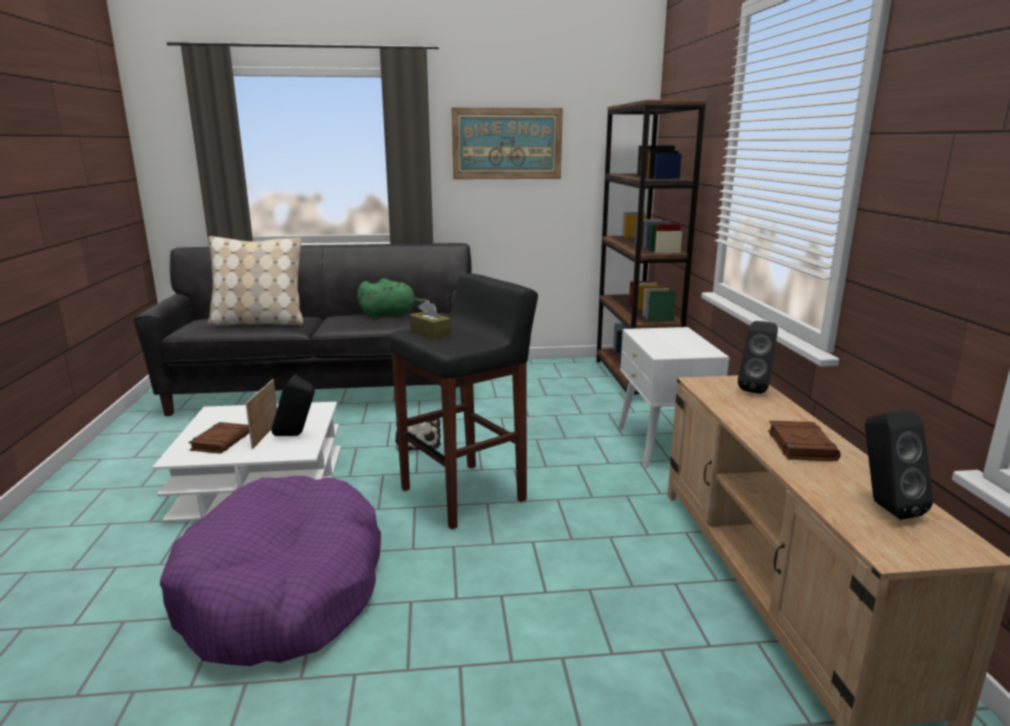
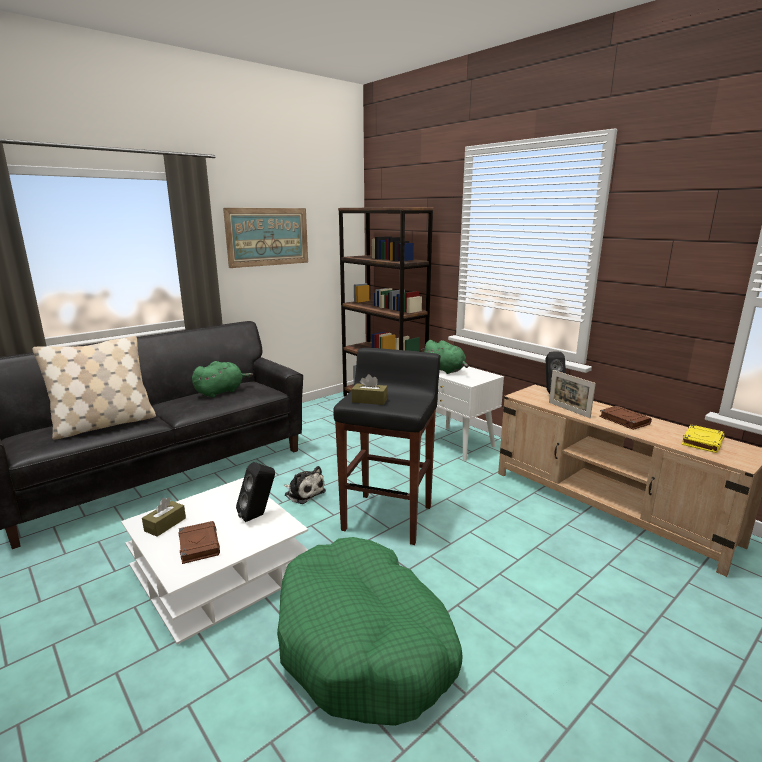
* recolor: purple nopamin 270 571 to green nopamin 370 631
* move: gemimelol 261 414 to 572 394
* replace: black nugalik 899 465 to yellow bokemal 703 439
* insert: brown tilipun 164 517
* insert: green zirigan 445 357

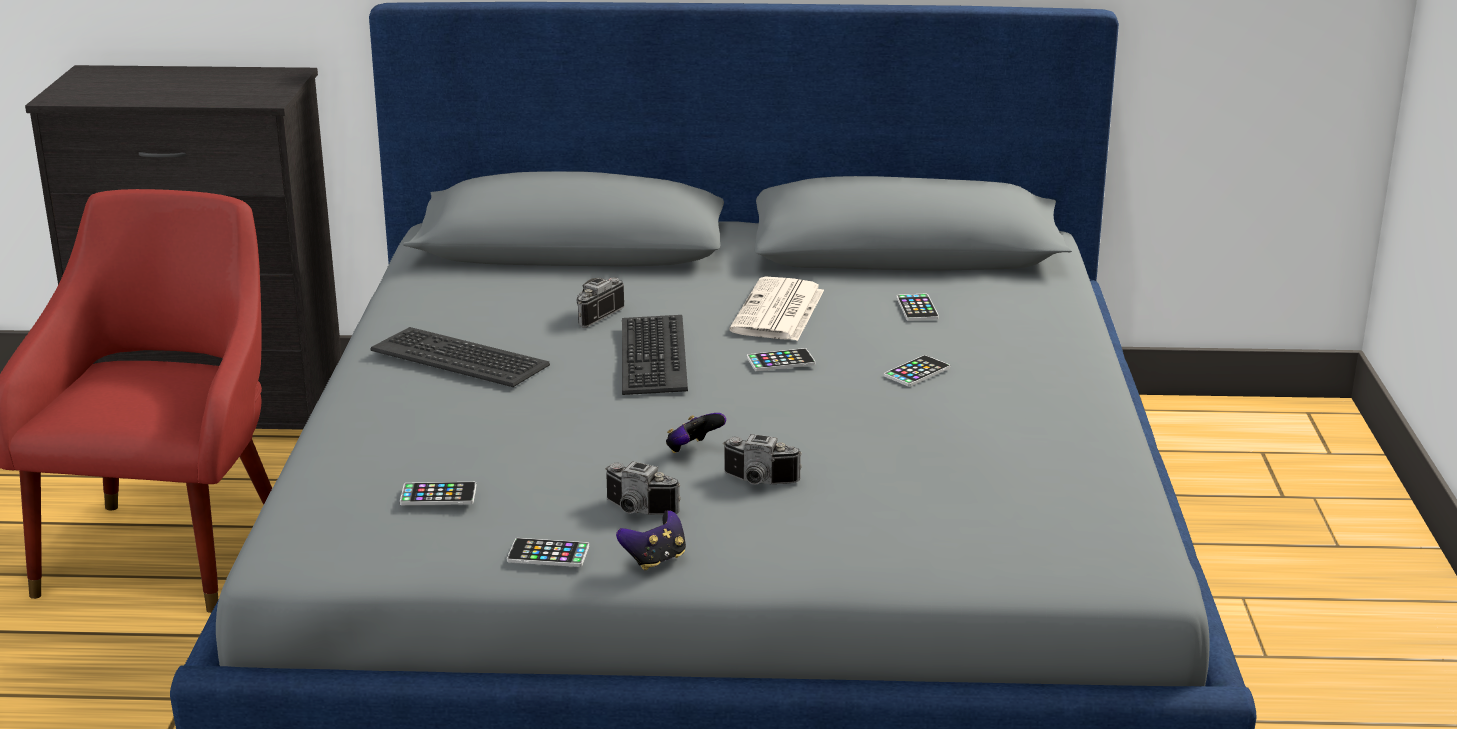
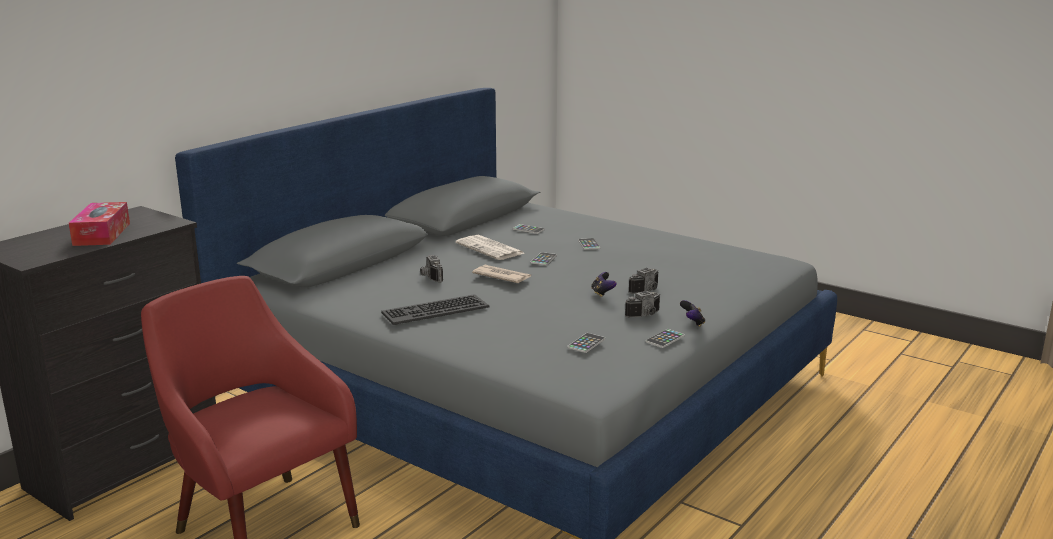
* replace: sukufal 655 355 to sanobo 501 274
* insert: tilipun 99 224

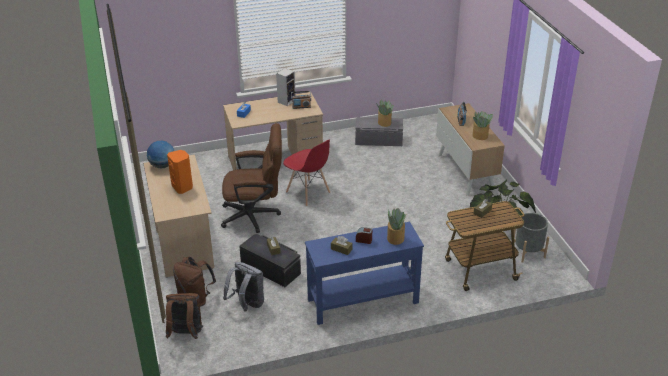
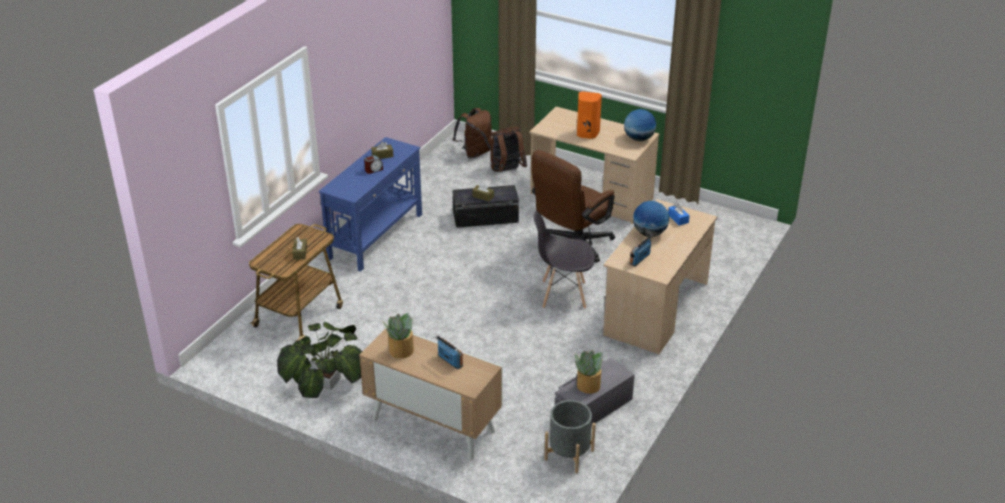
* delete: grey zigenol 243 286
* delete: nugalik 286 87
* recolor: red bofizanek 306 173 to grey bofizanek 564 260
* delete: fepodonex 397 226
* move: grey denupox 531 238 to 570 437
* insert: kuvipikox 651 219

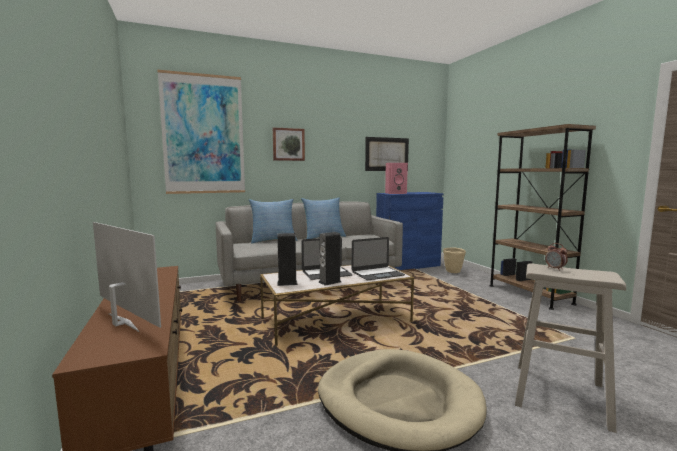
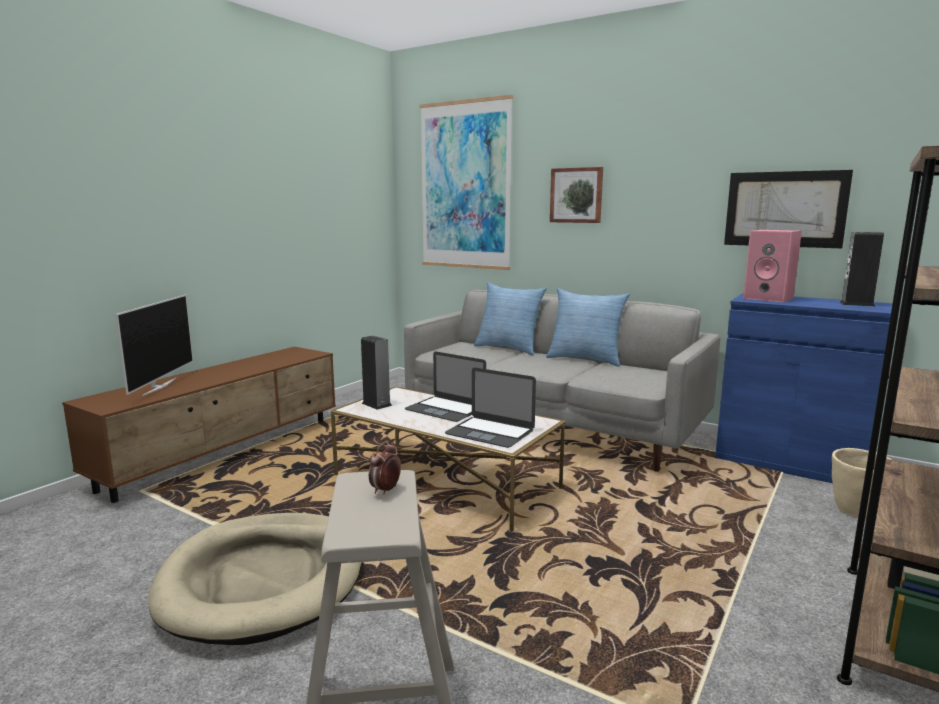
* move: nugalik 330 259 to 862 269

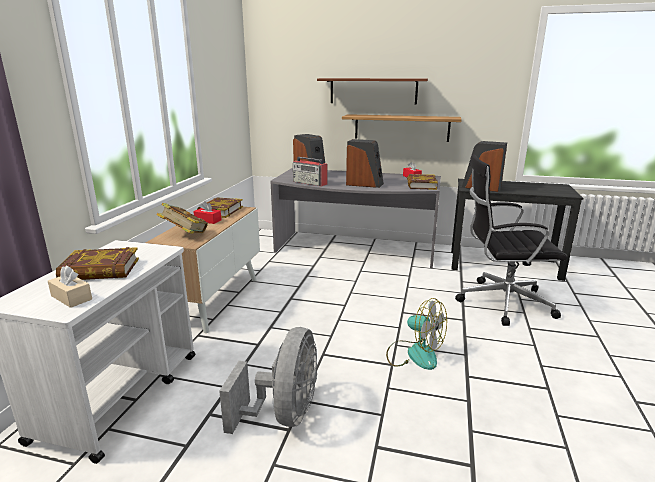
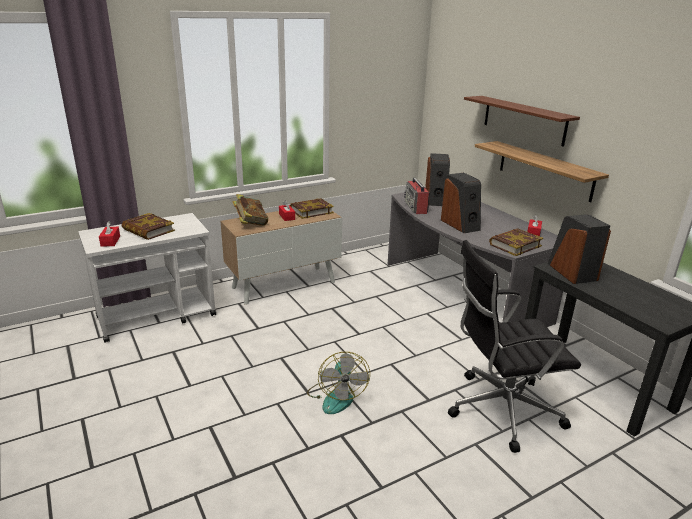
* recolor: beige tilipun 70 287 to red tilipun 109 234
* delete: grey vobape 268 380
* rotate: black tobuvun 511 240 = 514 346 60 degrees counterclockwise

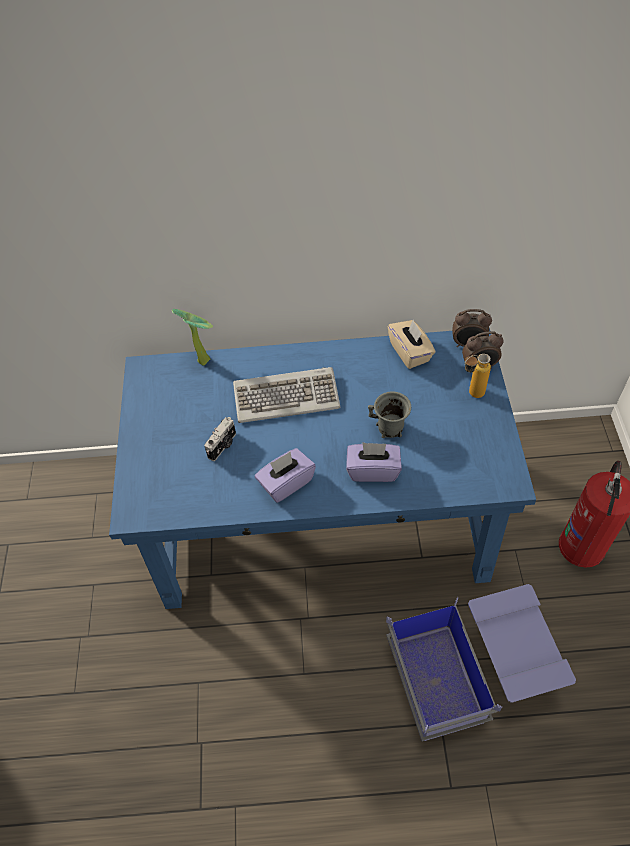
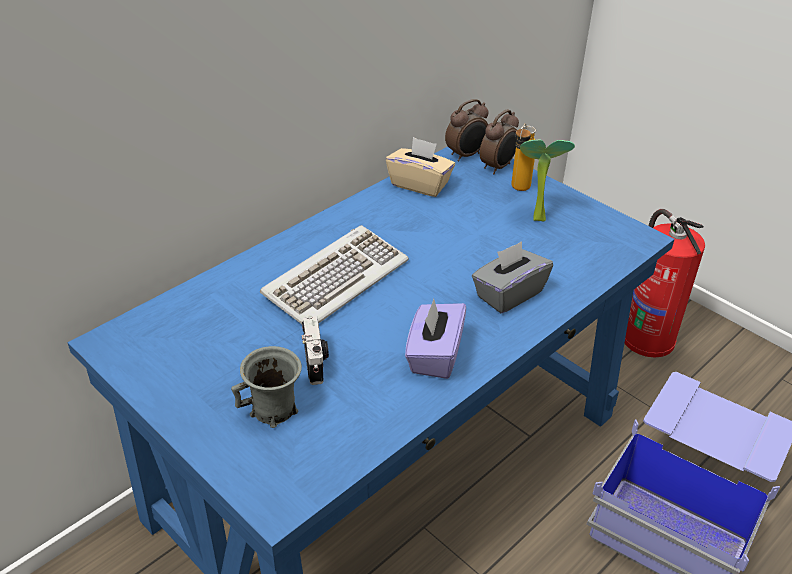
* move: fepodonex 192 337 to 547 180
* recolor: purple tilipun 374 462 to grey tilipun 512 277
* move: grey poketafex 389 414 to 266 387

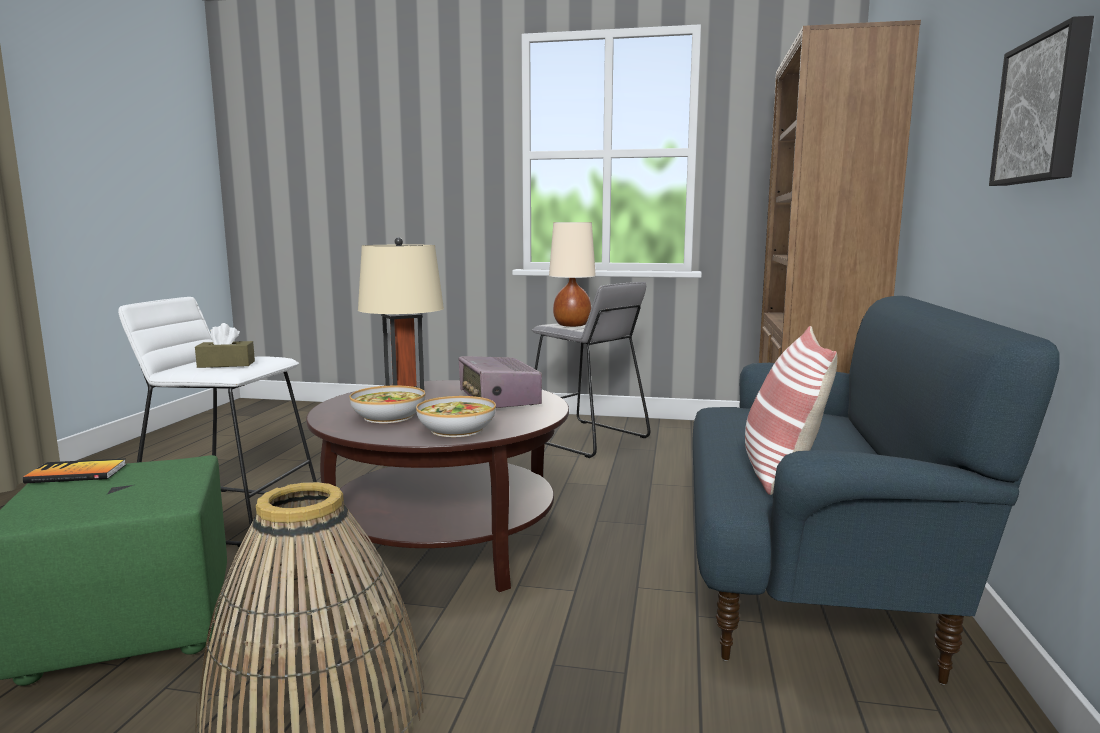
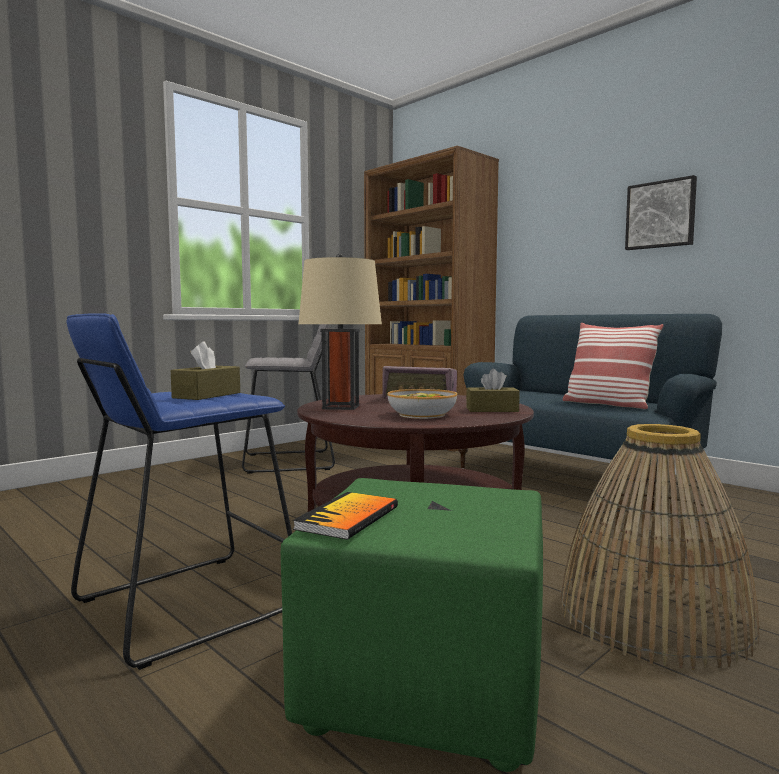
* recolor: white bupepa 217 422 to blue bupepa 179 491
* replace: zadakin 456 416 to brown tilipun 493 390
* delete: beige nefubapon 572 274

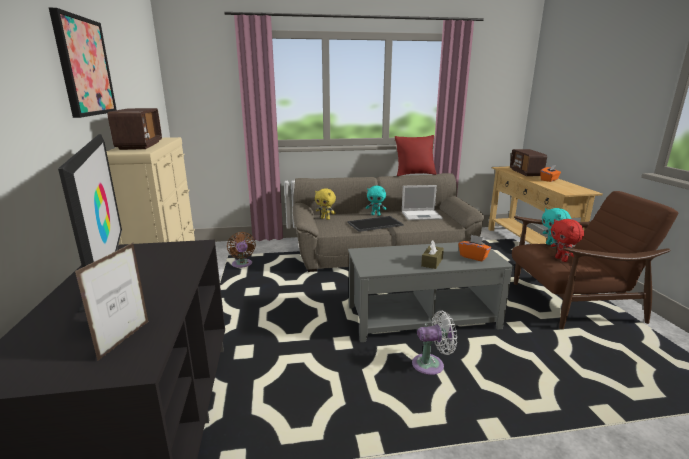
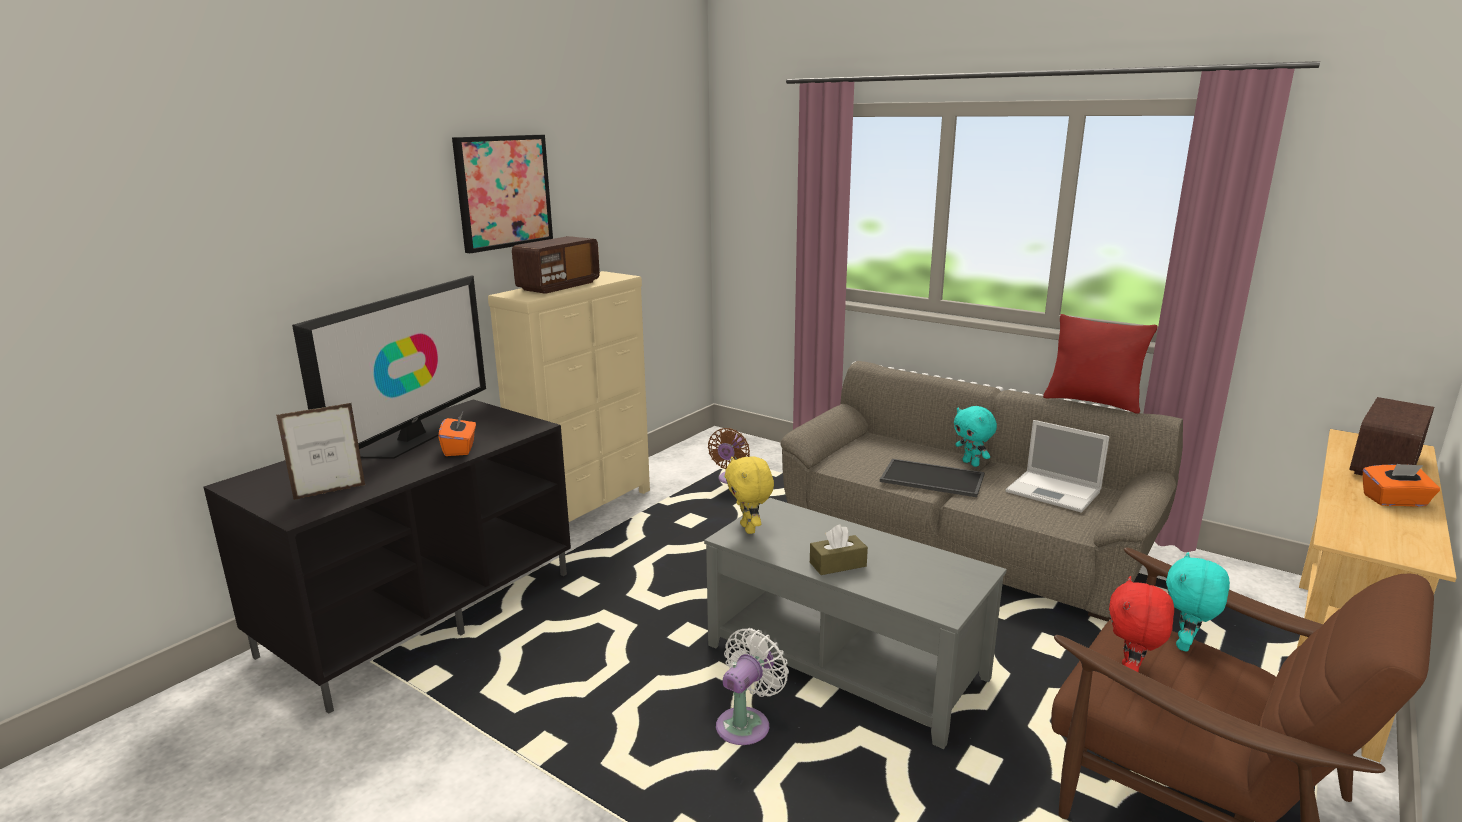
* move: yellow zirigan 325 204 to 749 495
* rotate: white vobape 434 343 = 752 686 90 degrees counterclockwise
* move: orange tilipun 475 247 to 457 434

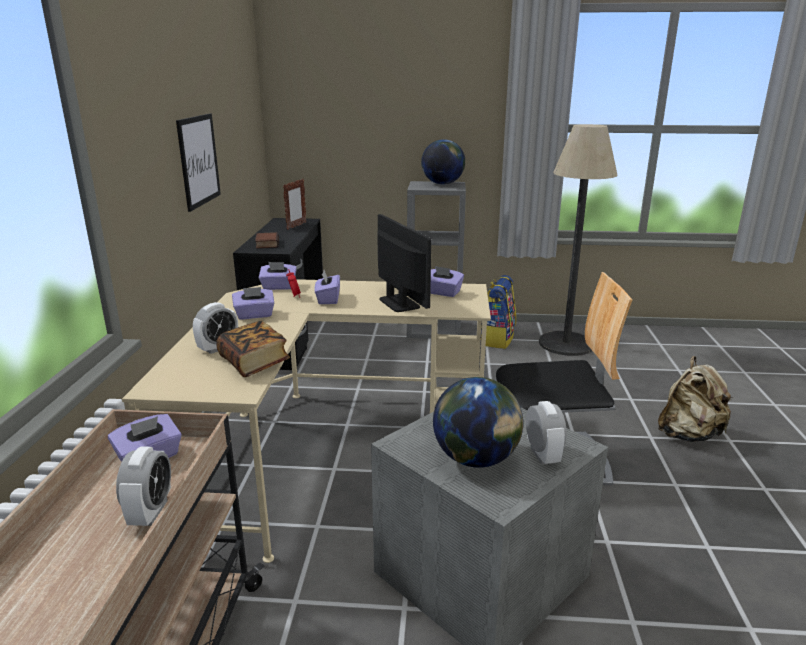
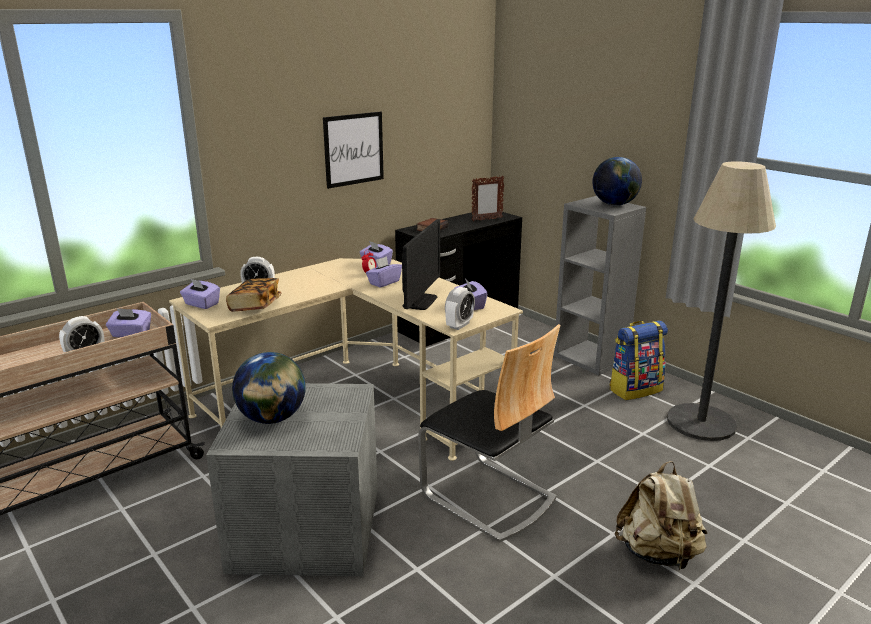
* move: purple tilipun 253 303 to 200 293
* move: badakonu 546 433 to 460 308

